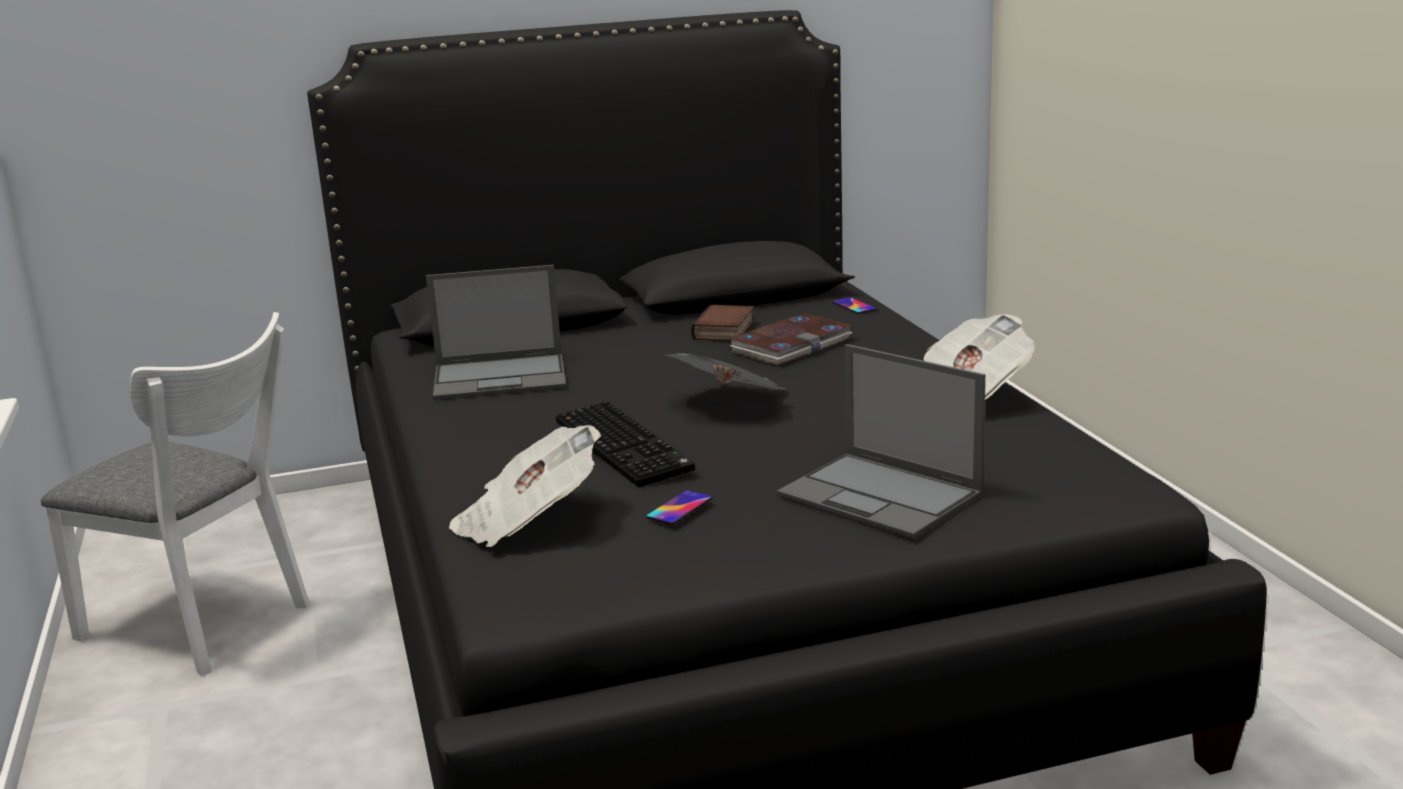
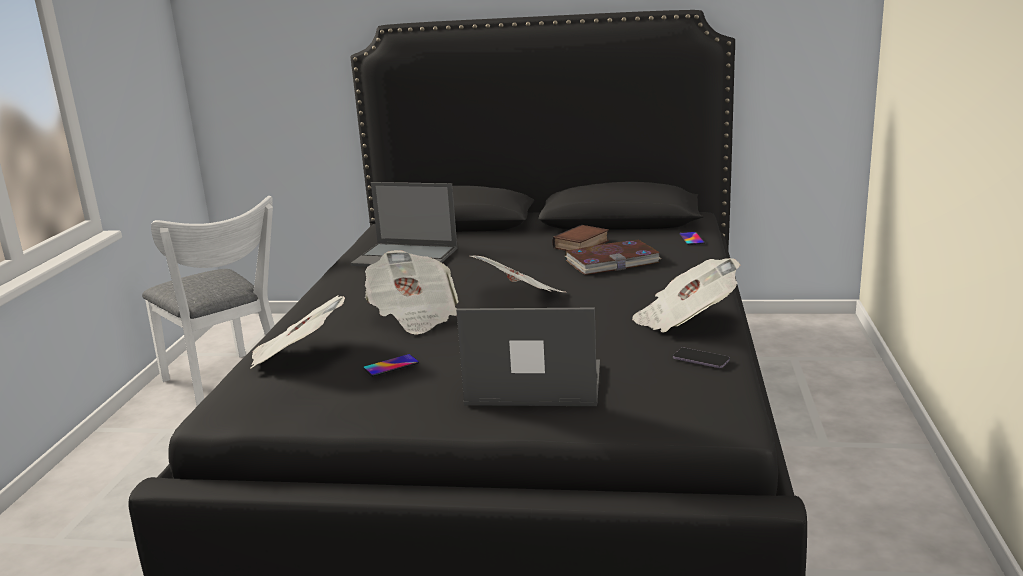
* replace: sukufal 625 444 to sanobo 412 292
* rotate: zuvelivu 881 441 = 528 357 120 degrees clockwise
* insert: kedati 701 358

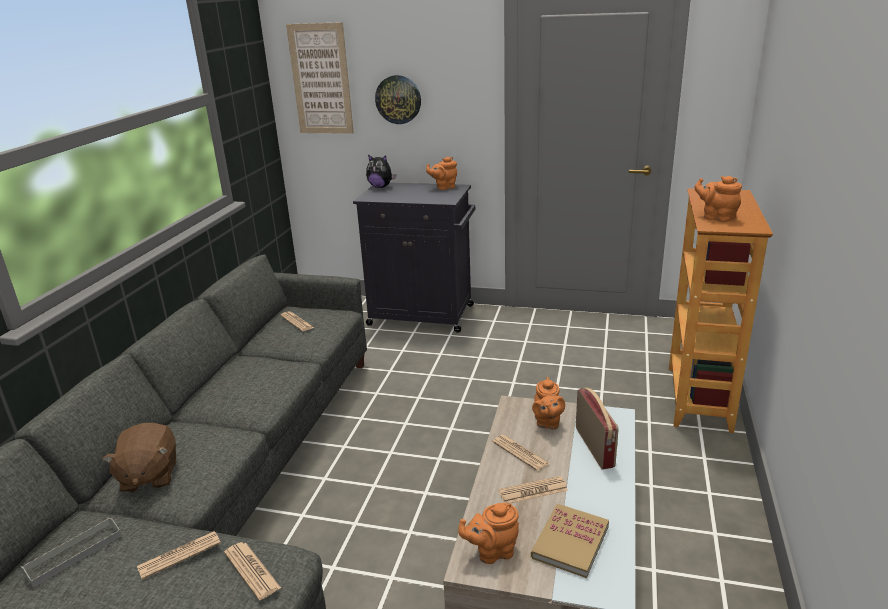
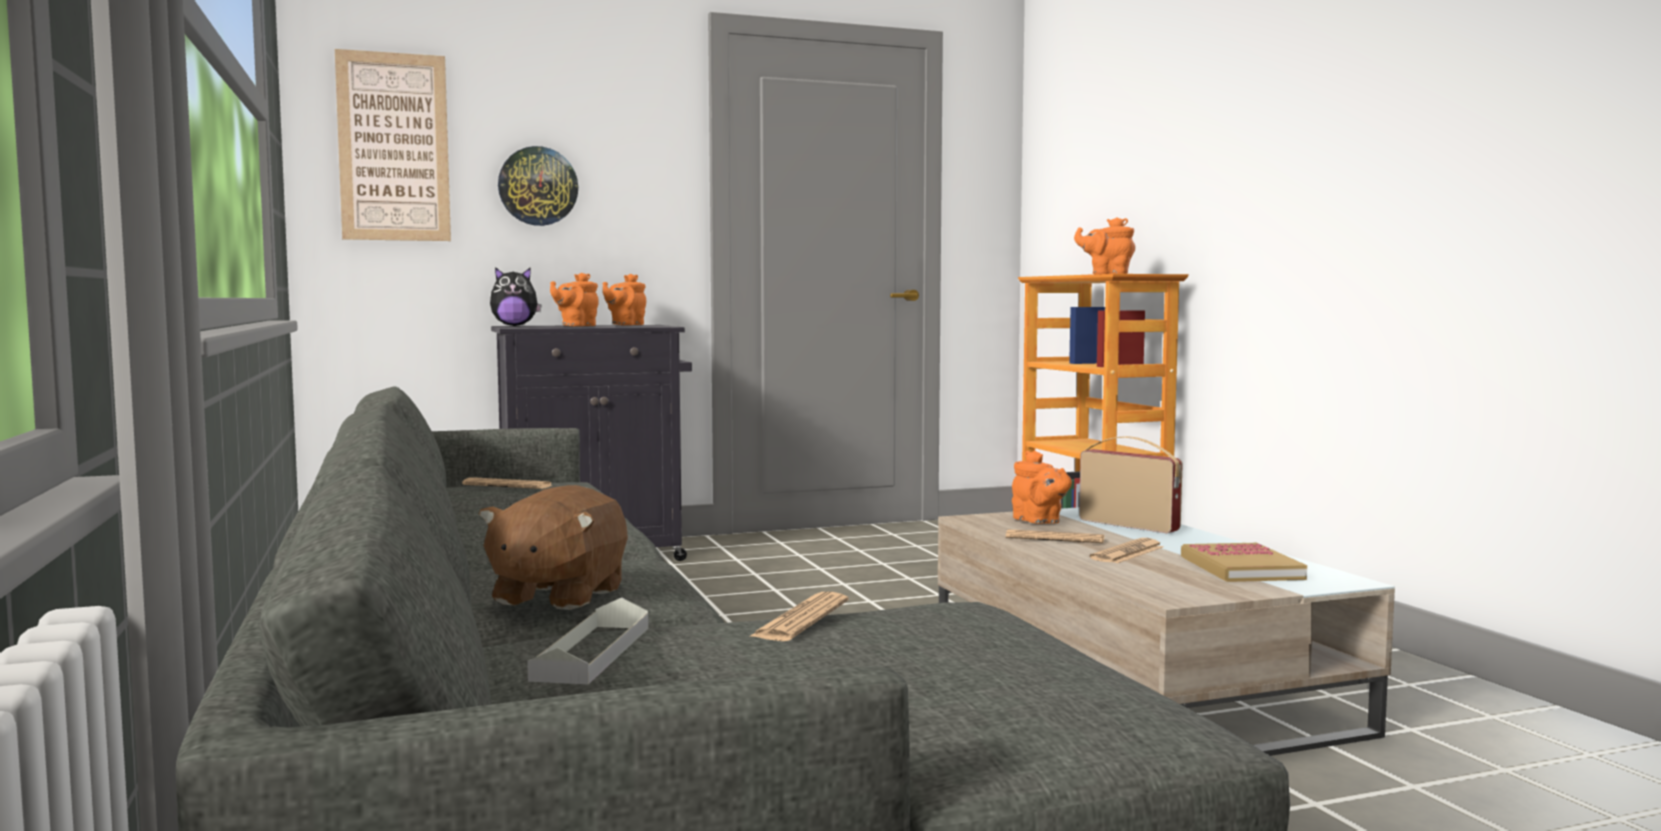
* rotate: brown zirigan 139 458 = 553 547 60 degrees clockwise
* delete: sanobo 252 571
* move: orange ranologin 488 533 to 574 299

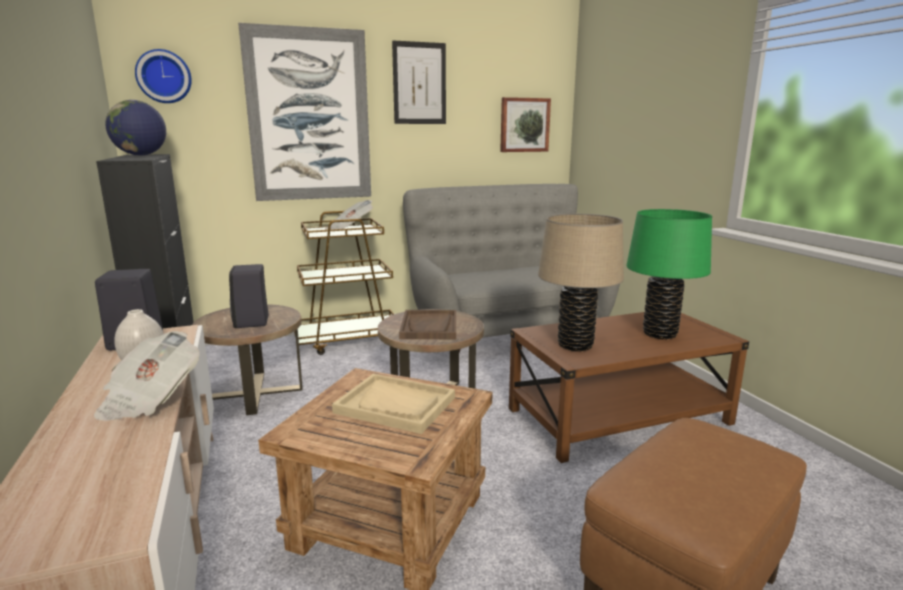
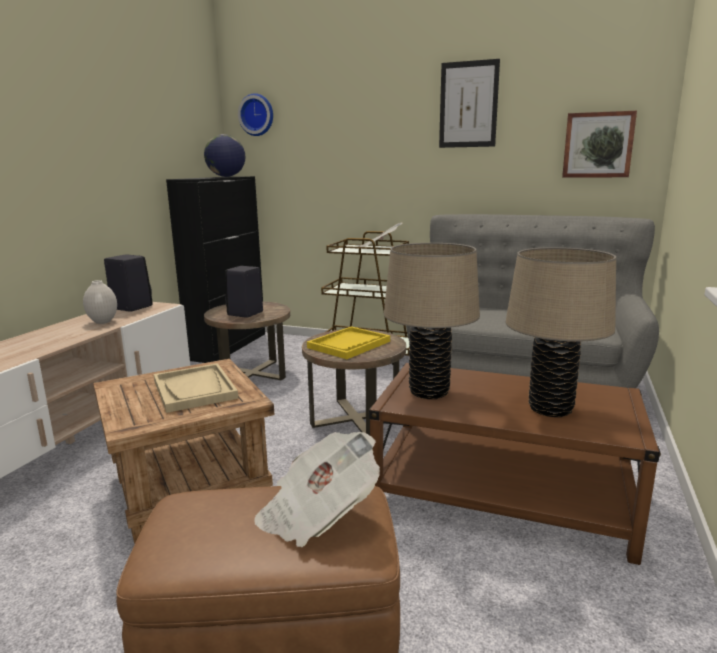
* move: sanobo 147 376 to 317 489
* delete: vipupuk 304 112
* recolor: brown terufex 427 324 to yellow terufex 348 342
* recolor: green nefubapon 669 274 to beige nefubapon 561 332

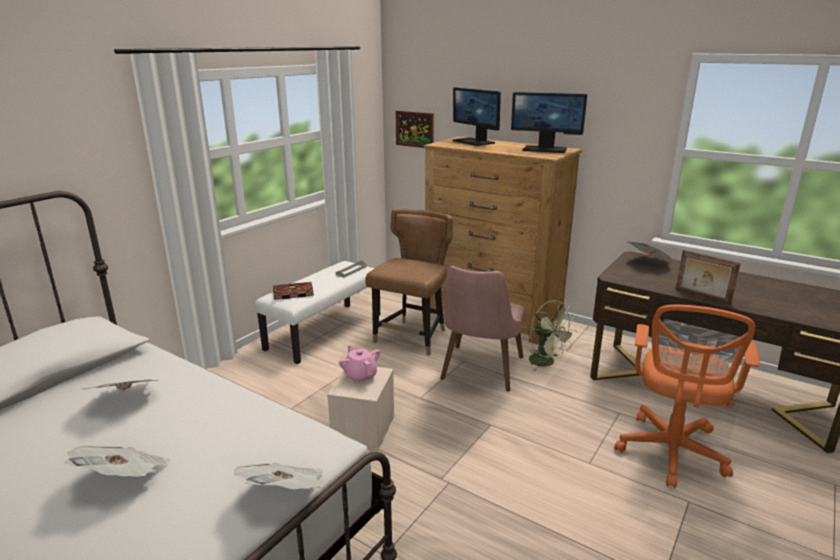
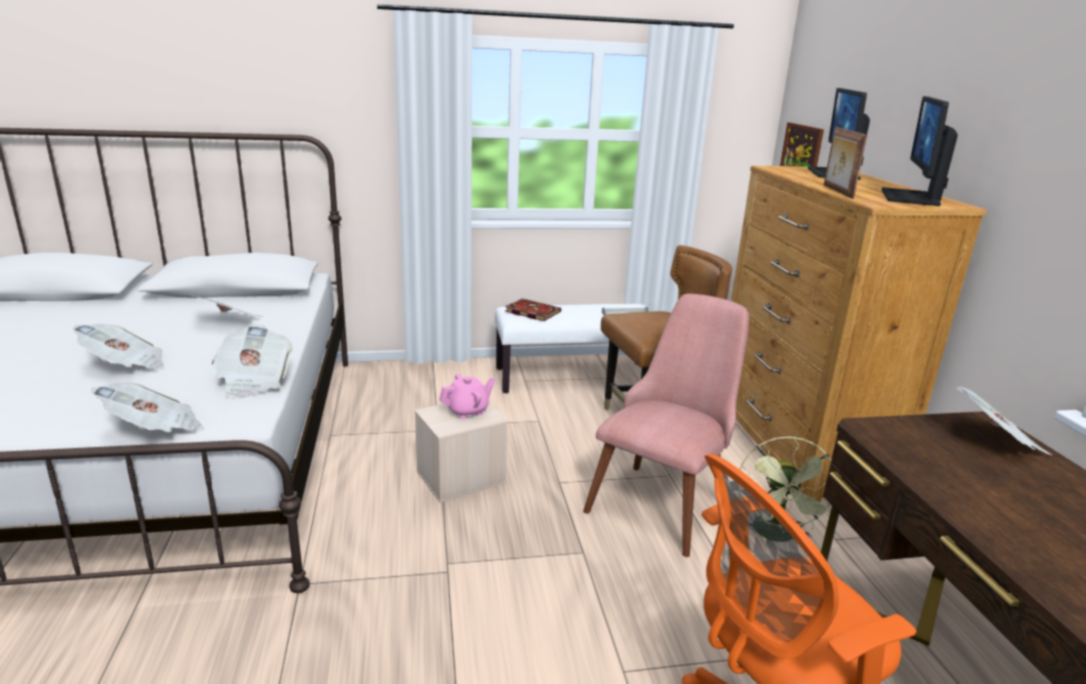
* rotate: pink ranologin 359 365 = 467 396 45 degrees clockwise
* rotate: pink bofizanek 482 329 = 666 425 150 degrees clockwise
* rotate: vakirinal 549 122 = 920 151 45 degrees clockwise
* move: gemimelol 708 277 to 845 163
* insert: sanobo 252 362

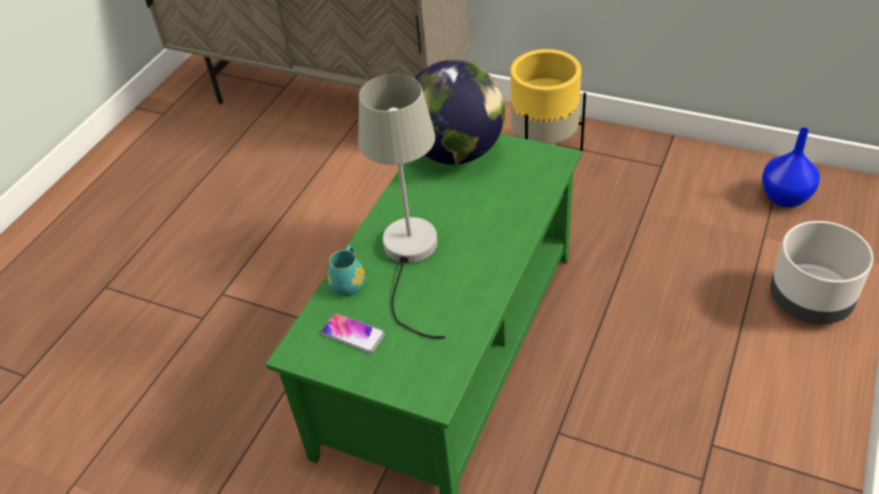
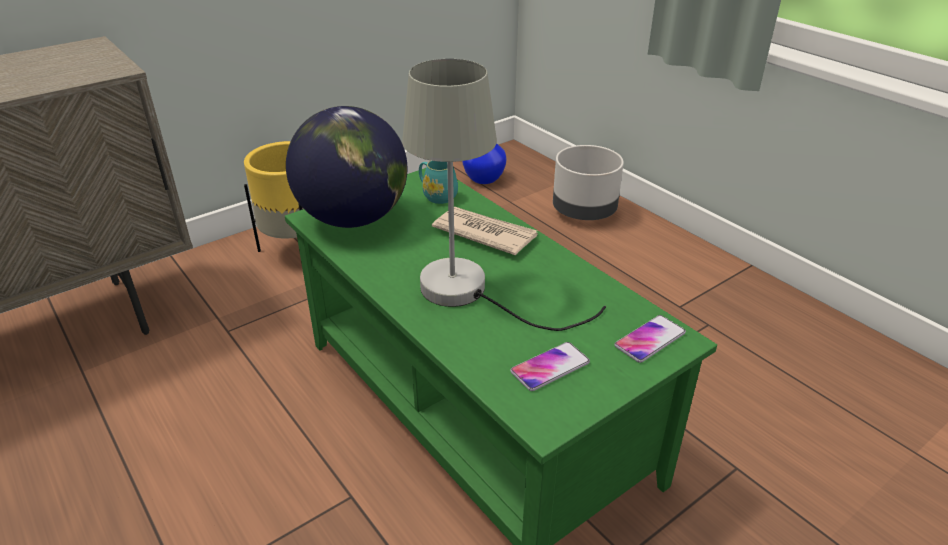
* move: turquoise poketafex 346 270 to 438 182
* insert: sanobo 485 231
* insert: kedati 650 339

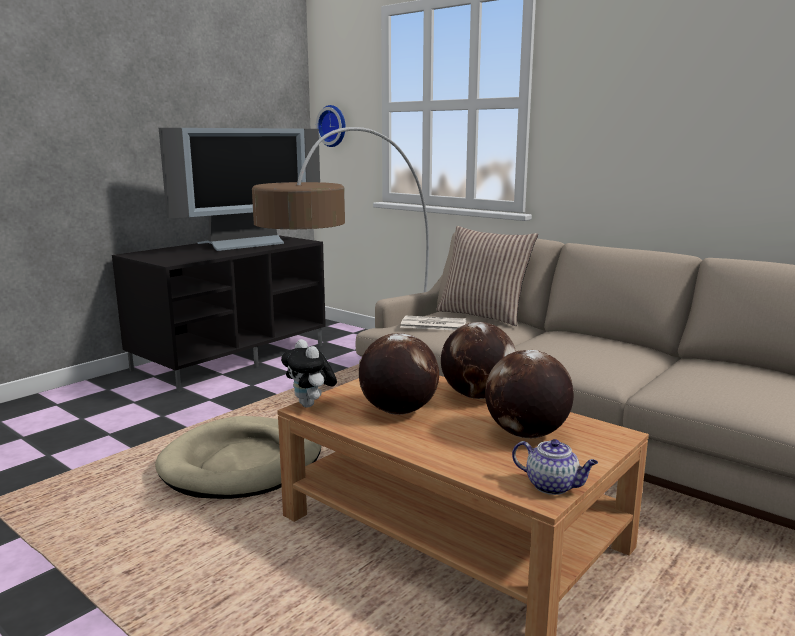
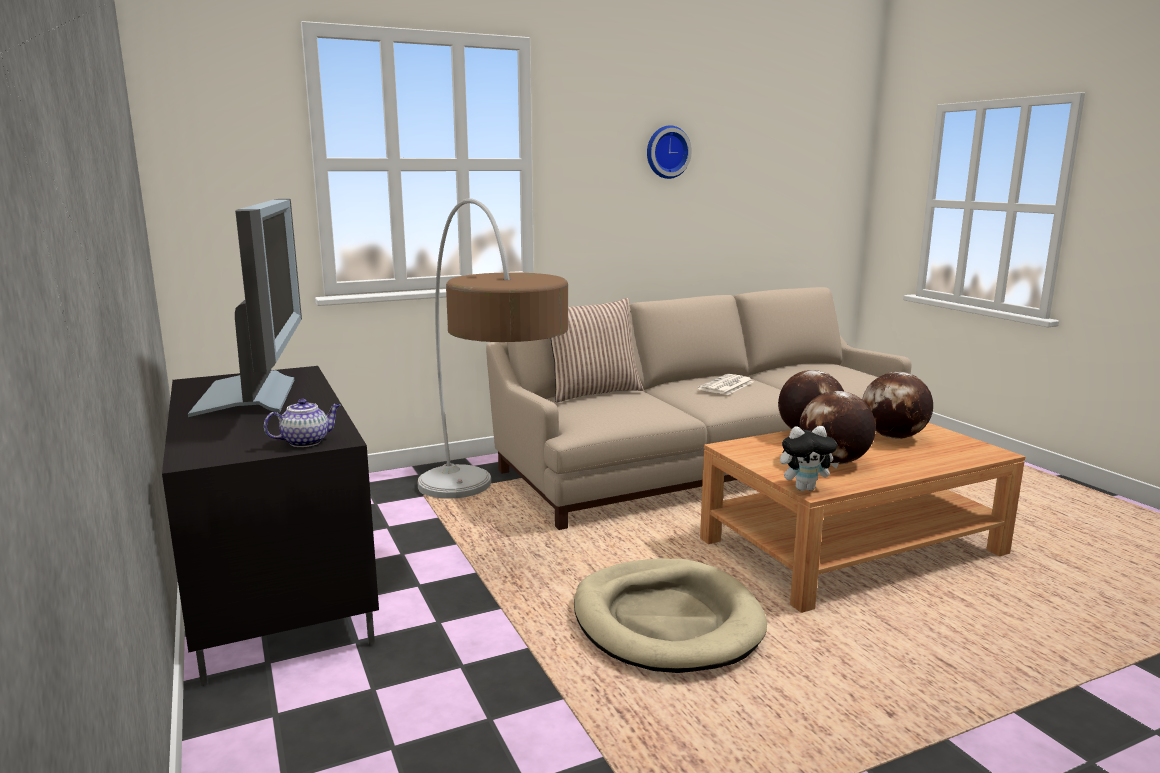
* move: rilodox 331 126 to 669 152
* move: sanobo 433 323 to 725 384
* move: ranologin 555 467 to 302 423

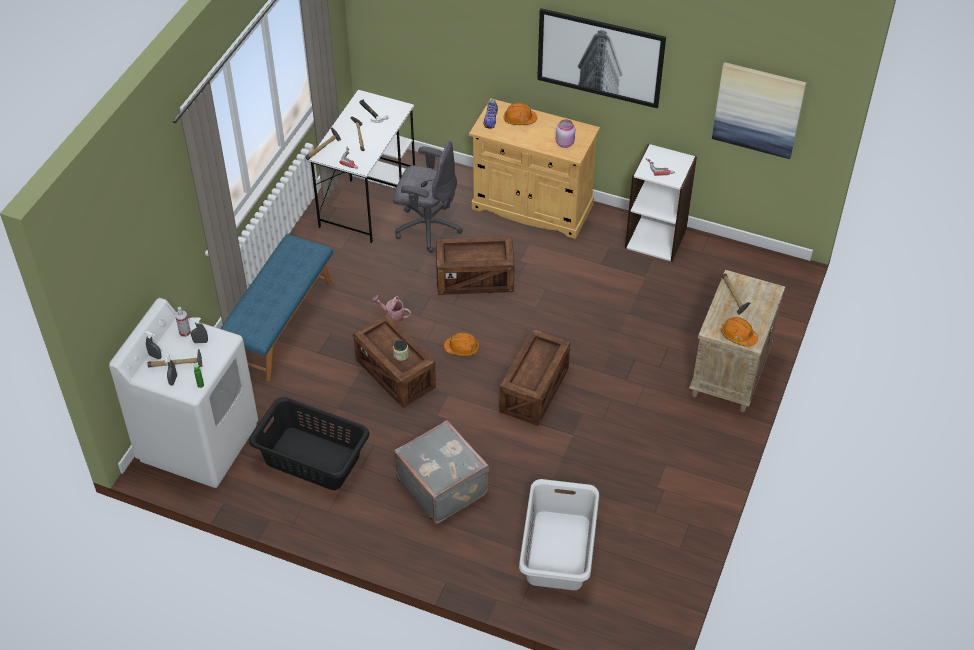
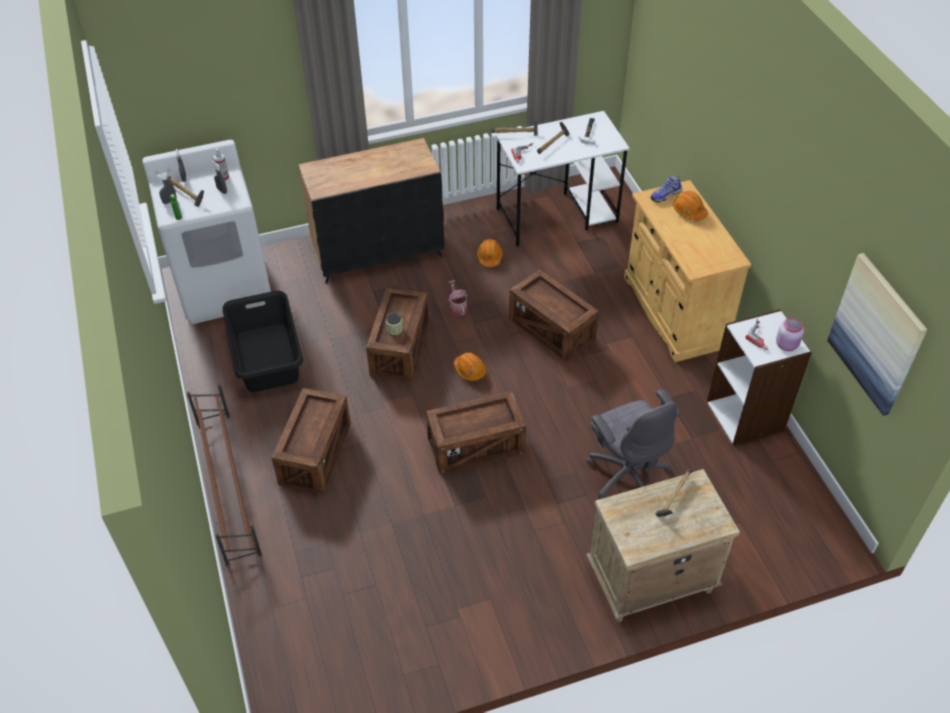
* replace: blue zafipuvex 276 308 to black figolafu 371 211
* move: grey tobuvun 428 197 to 633 444
* replace: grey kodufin 441 472 to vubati 311 441
* delete: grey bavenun 559 534
* delete: vipupuk 601 58
* move: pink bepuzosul 565 133 to 790 334
* move: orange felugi 739 332 to 489 253
* insert: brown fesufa 224 475

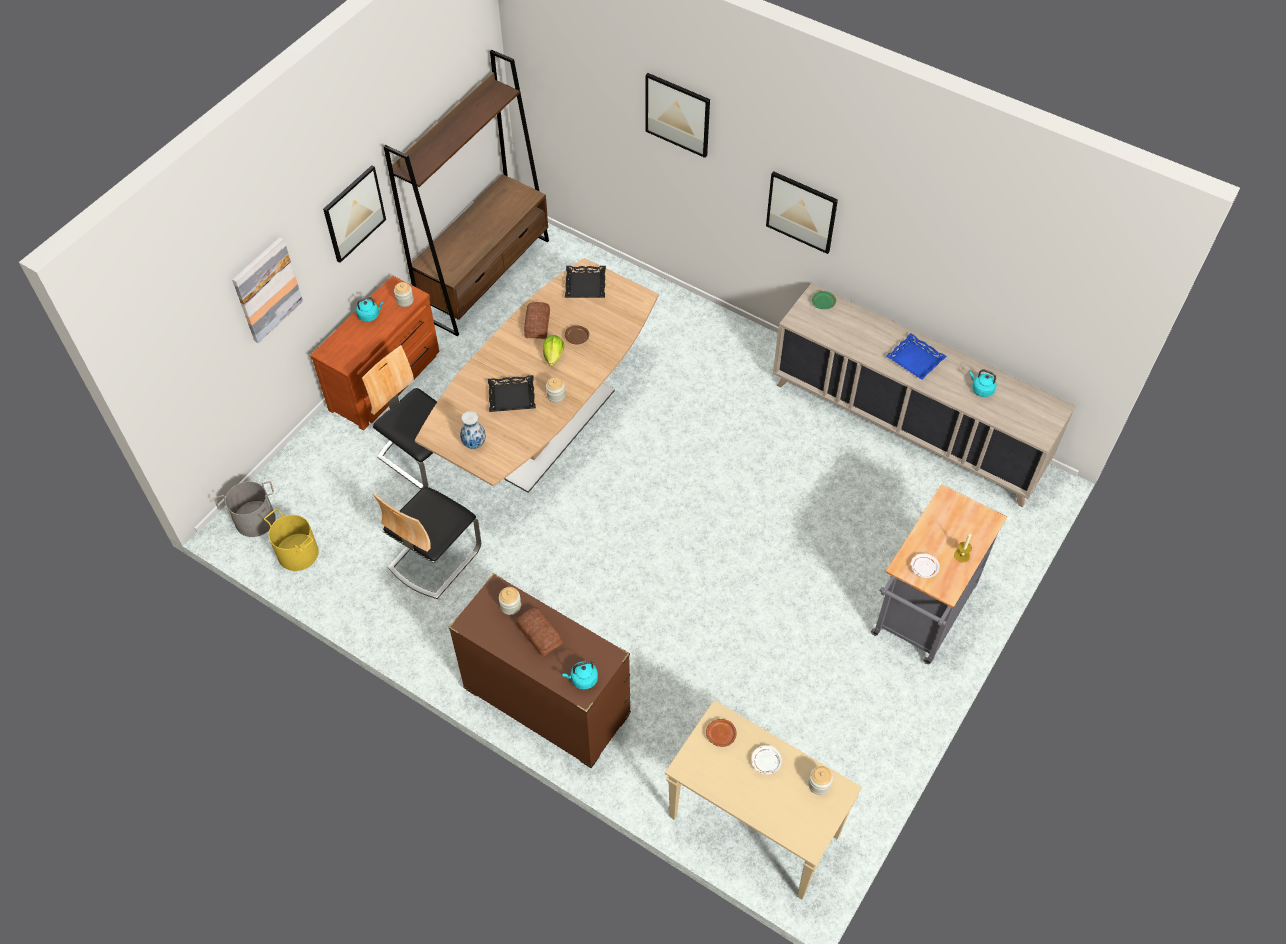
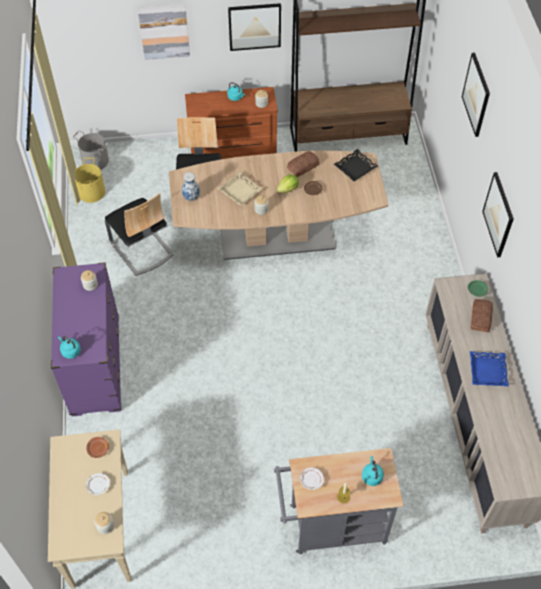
* rotate: bofizanek 426 543 = 139 234 120 degrees counterclockwise
* recolor: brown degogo 539 670 to purple degogo 86 339
* recolor: black terufex 512 393 to beige terufex 240 189
* move: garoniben 539 632 to 482 315
* move: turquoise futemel 983 383 to 373 471

